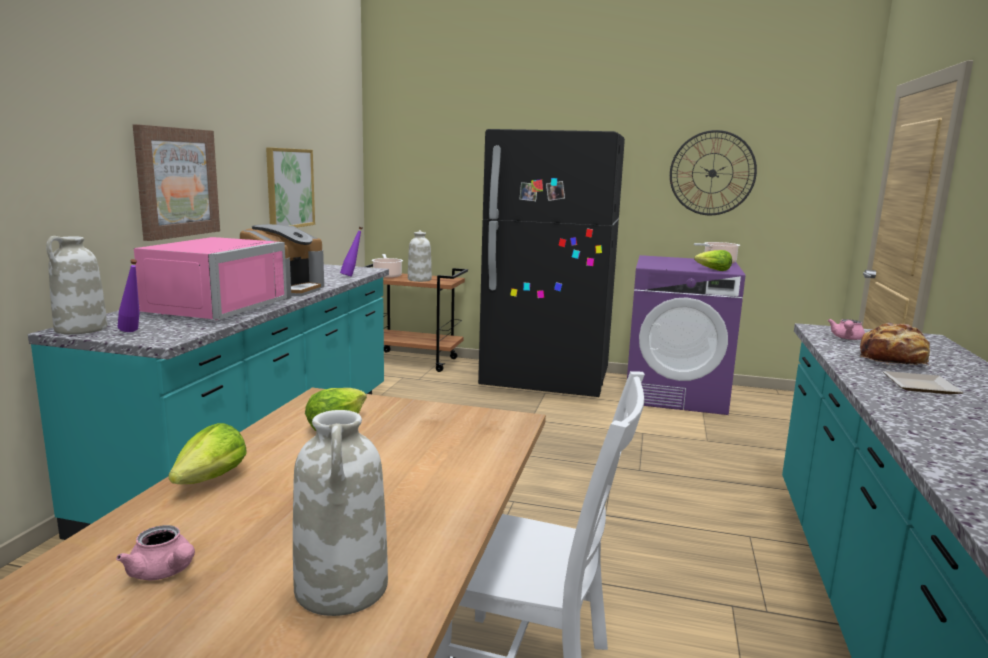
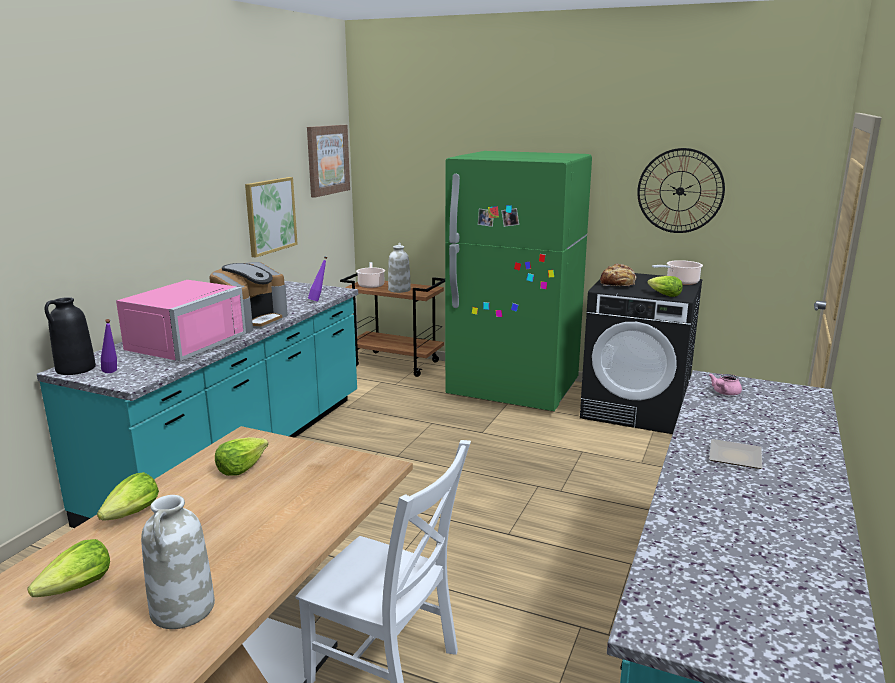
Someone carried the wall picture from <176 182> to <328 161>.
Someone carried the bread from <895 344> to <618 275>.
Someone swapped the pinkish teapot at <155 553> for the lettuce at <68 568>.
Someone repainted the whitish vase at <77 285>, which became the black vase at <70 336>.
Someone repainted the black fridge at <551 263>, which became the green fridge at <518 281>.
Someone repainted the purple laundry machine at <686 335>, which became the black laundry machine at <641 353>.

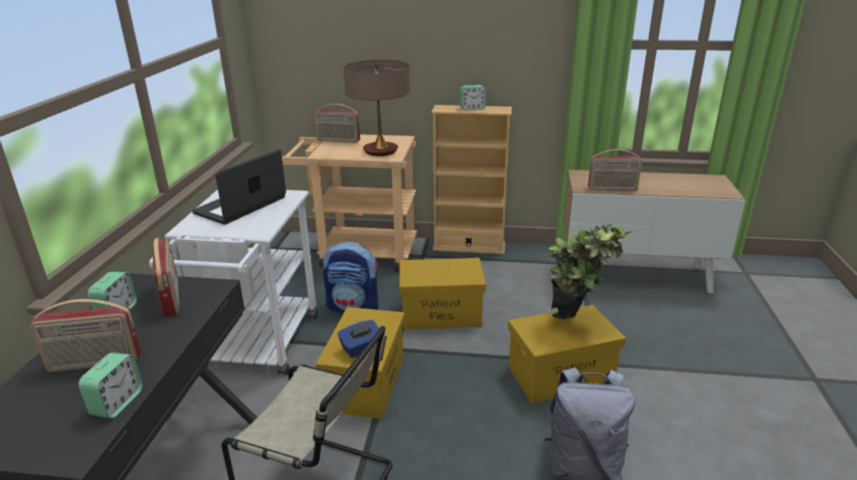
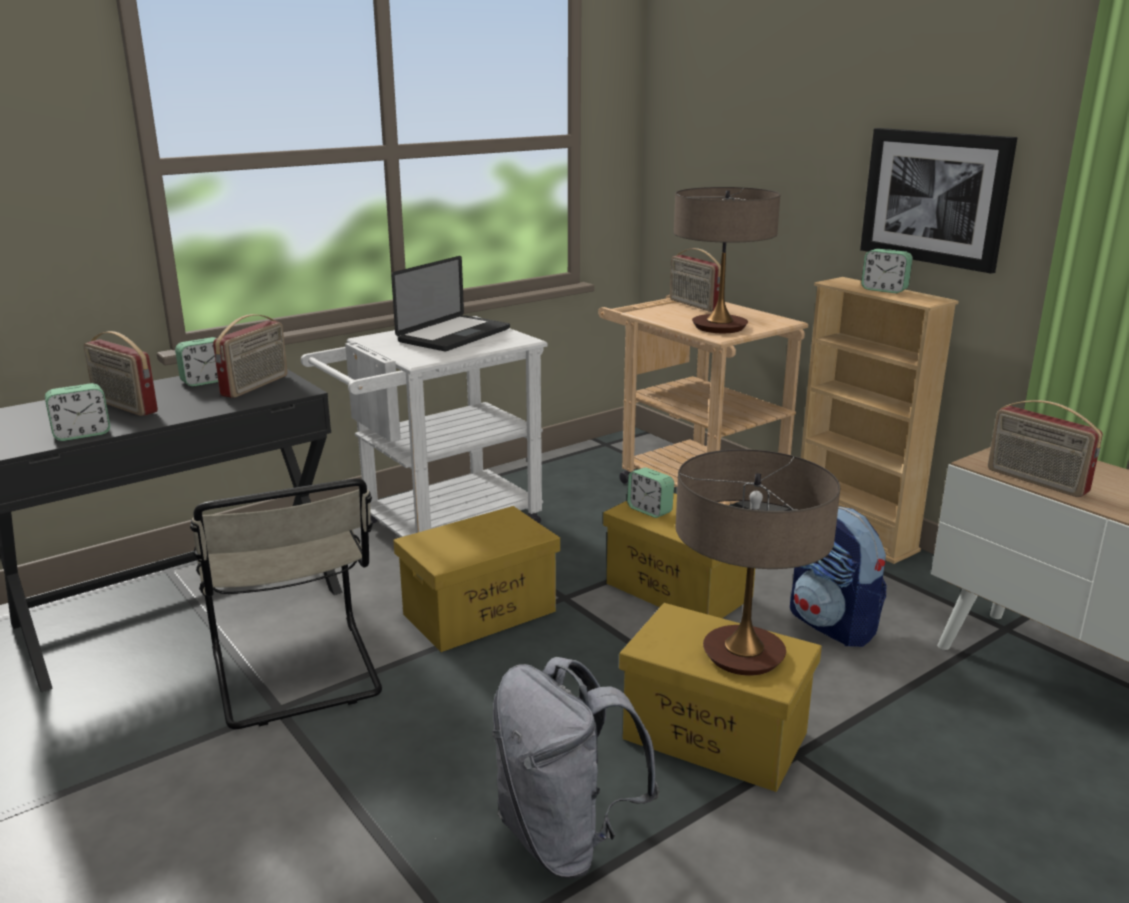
Someone took away the blue-coloured tissue box at <358 339>.
Someone put down the bedside clock at <650 492>.
Someone put up the wall picture at <938 201>.
Someone carried the backpack from <350 277> to <838 576>.
Someone swapped the houseplant at <590 271> for the table lamp at <758 562>.
Someone rotated the notebook computer at <239 186> by 135 degrees clockwise.

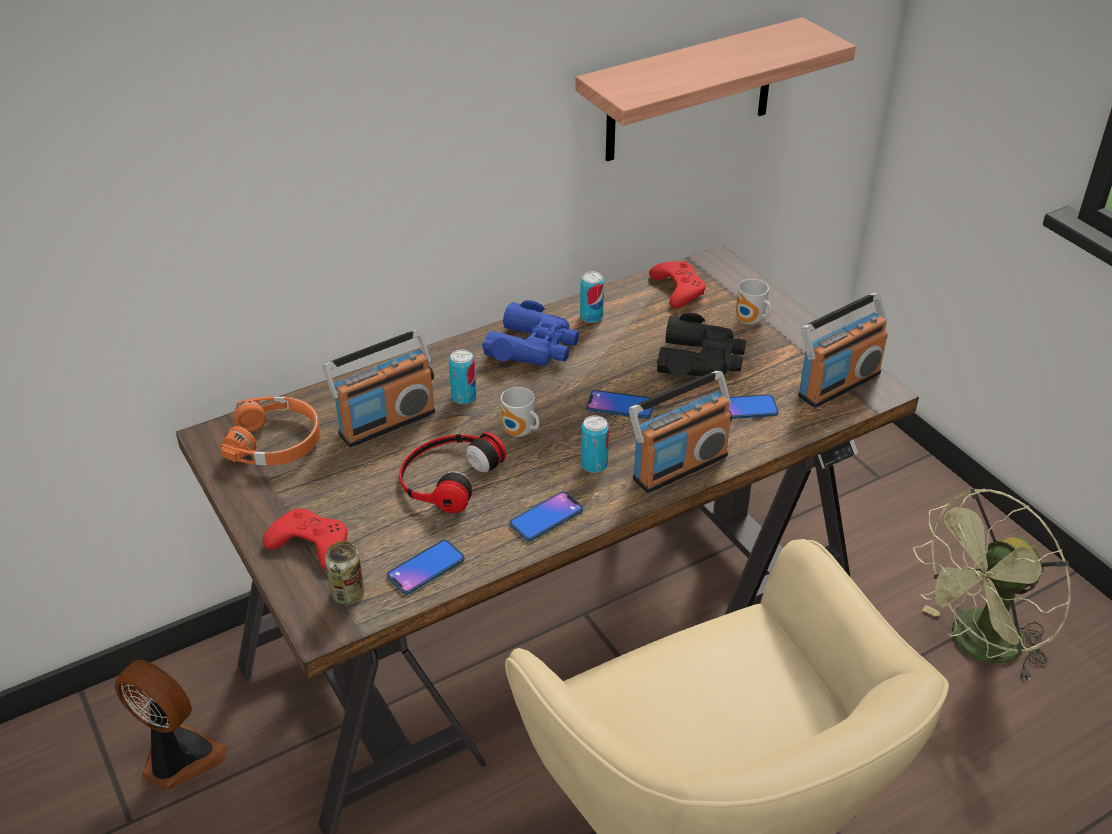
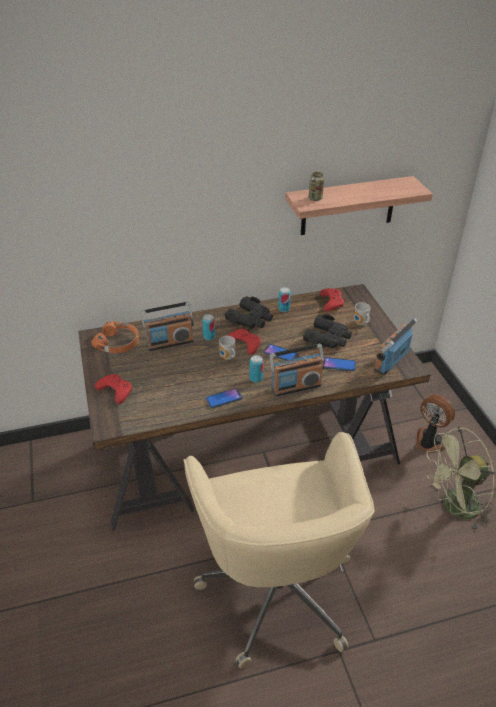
Someone took away the phone at <426 567>.
Someone took away the headset at <452 472>.
Someone put down the red-coloured game controller at <244 342>.
Someone carried the fan from <171 725> to <435 423>.
Someone carried the metal can from <344 573> to <316 186>.
Someone repainted the blue-coloured field glasses at <530 333>, which became the black field glasses at <248 312>.
Someone rotated the radio receiver at <842 350> by 150 degrees clockwise.

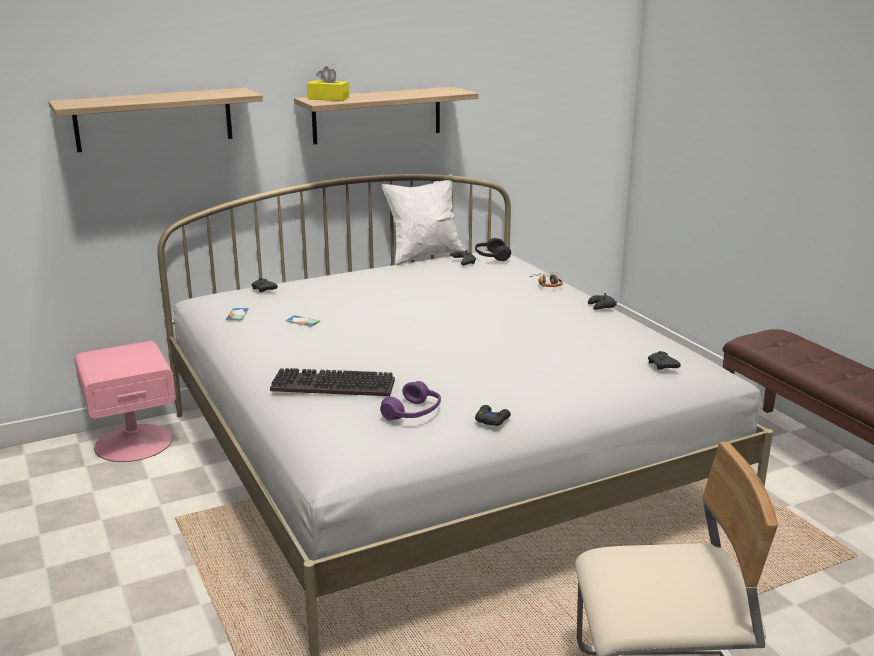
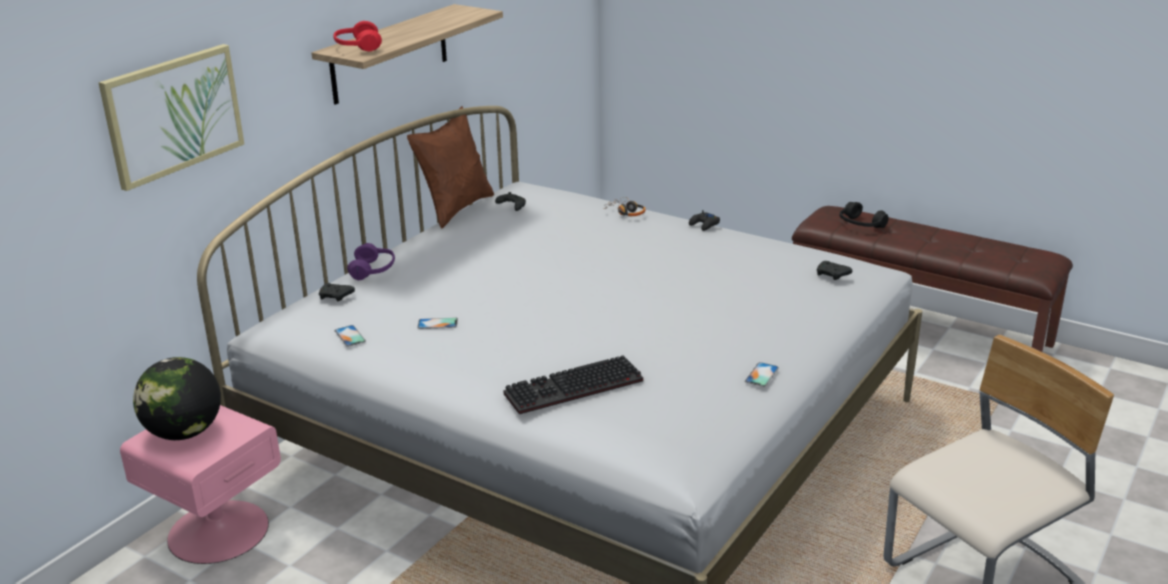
Someone put down the desk globe at <177 398>.
Someone carried the purple headset from <410 401> to <371 261>.
Someone carried the black headset from <493 250> to <864 215>.
Someone swapped the wall shelf at <155 120> for the wall picture at <171 117>.
Someone swapped the yellow tissue box at <328 83> for the red-coloured headset at <357 36>.
Someone swapped the black game controller at <493 415> for the phone at <762 374>.
Someone repainted the whitish cushion at <423 220>, which became the brown cushion at <450 167>.

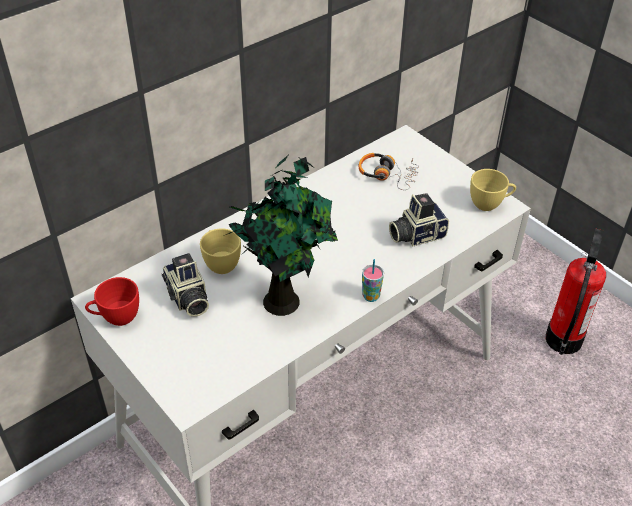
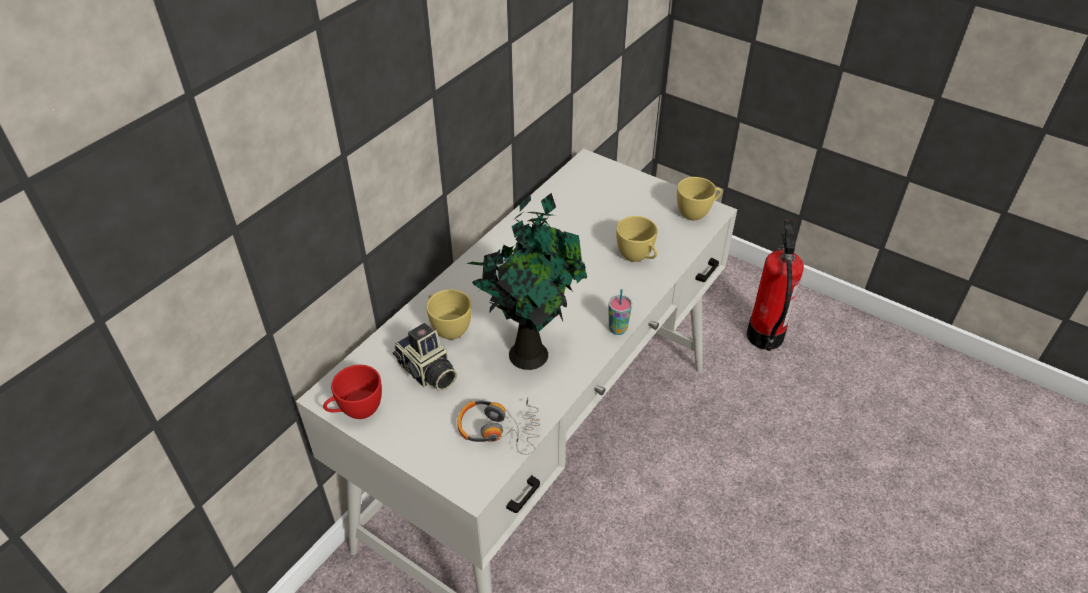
Someone carried the headset from <388 171> to <498 426>.
Someone swapped the still camera at <419 220> for the yellow cup at <636 239>.

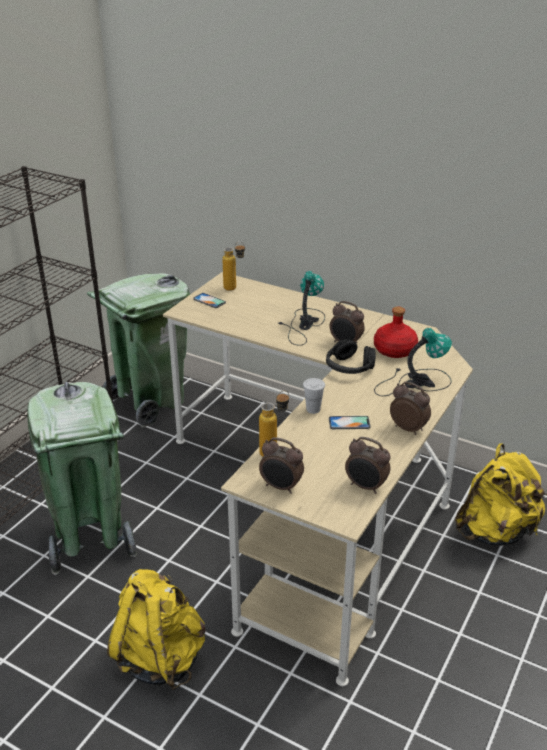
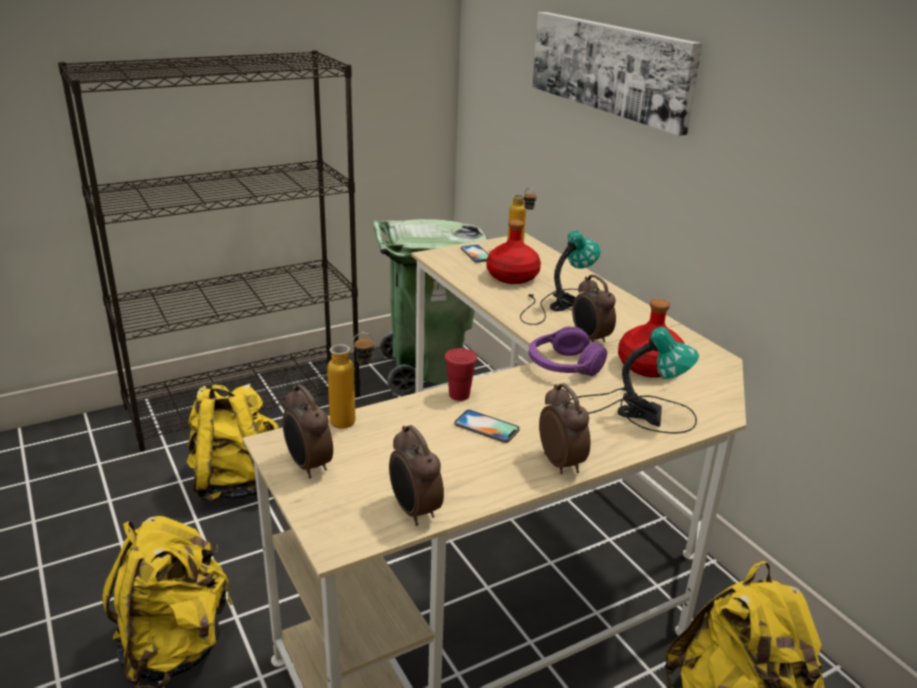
Someone put down the red-coloured bottle at <514 252>.
Someone put up the wall picture at <617 74>.
Someone swapped the green trash can at <82 478> for the yellow backpack at <233 443>.
Someone repainted the whitish cup at <314 396>, which became the red-coloured cup at <460 374>.
Someone repainted the black headset at <351 356>, which became the purple headset at <568 351>.

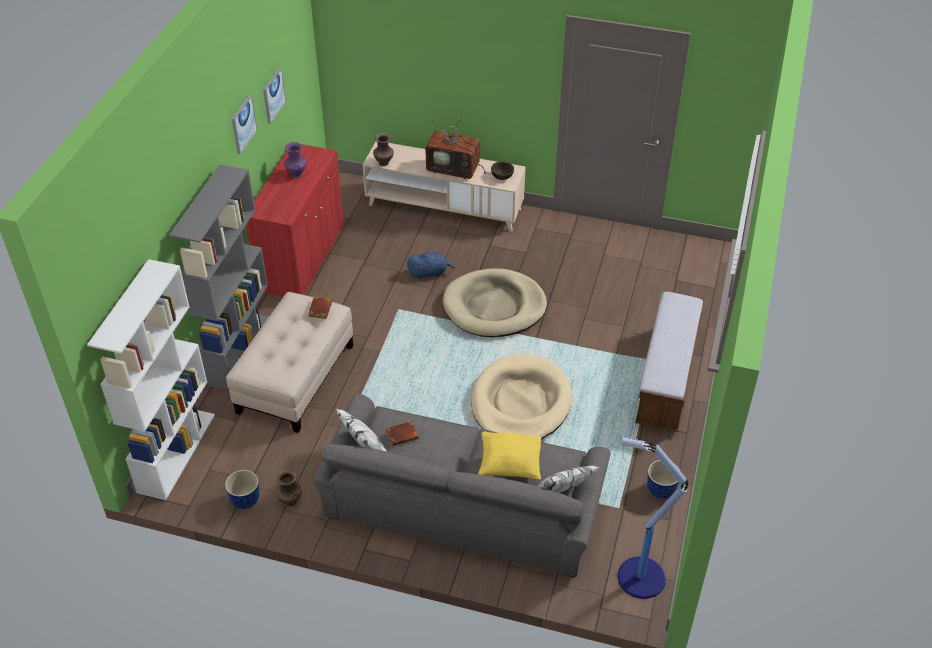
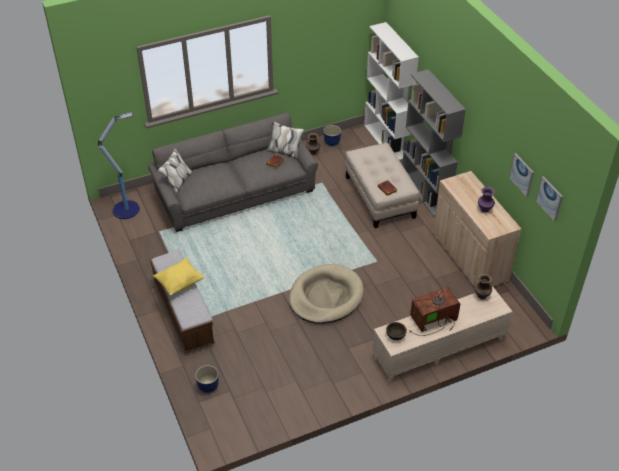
Someone took away the blue-coloured plush toy at <431 265>.
Someone took away the beige-coloured pet bed at <521 396>.
Someone carried the wall picture from <244 124> to <549 198>.
Someone carried the yellow cushion from <509 455> to <178 276>.
Someone carried the planter from <664 479> to <207 379>.
Someone repainted the red-coloured storage cabinet at <295 220>, which became the beige-coloured storage cabinet at <477 229>.

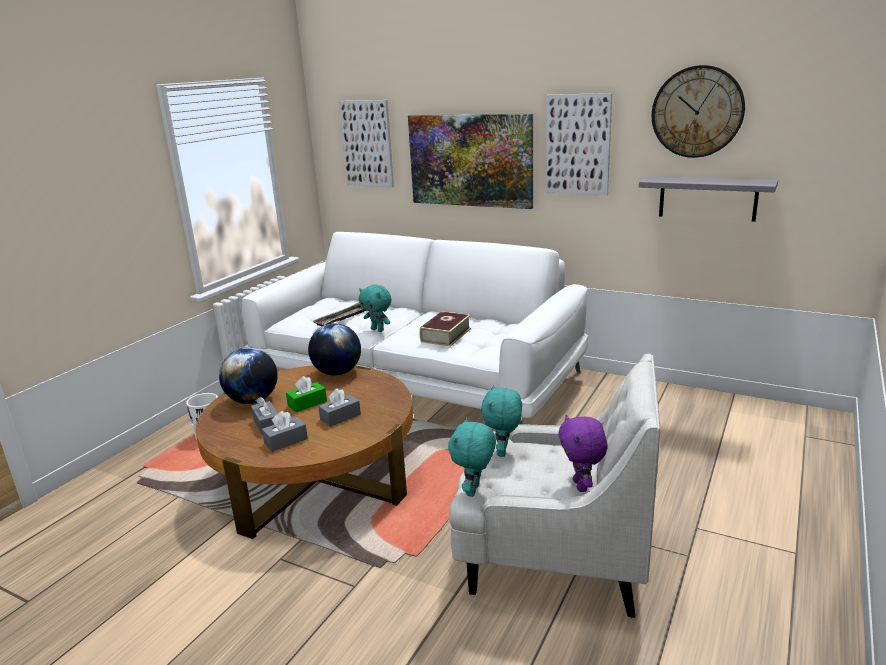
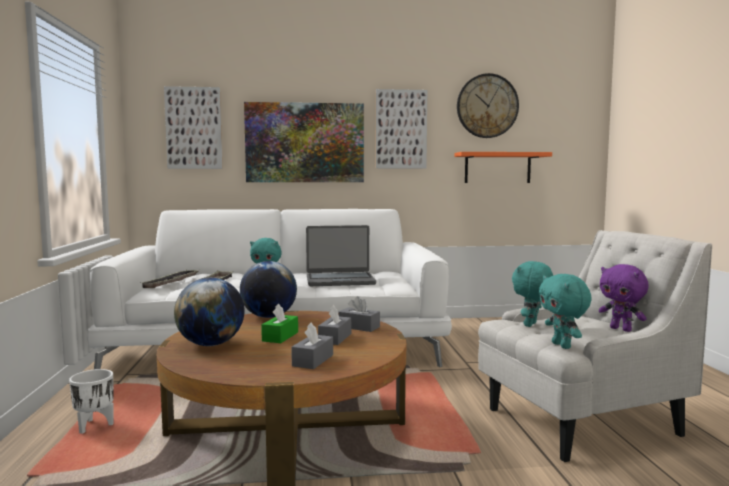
Someone put down the carrying tray at <170 279>.
Someone carried the grey tissue box from <264 416> to <359 314>.
Someone swapped the volume at <445 329> for the notebook computer at <341 255>.
Someone repainted the grey wall shelf at <708 199>, which became the orange-coloured wall shelf at <503 167>.
Someone rotated the turquoise plush toy at <501 421> by 60 degrees clockwise.

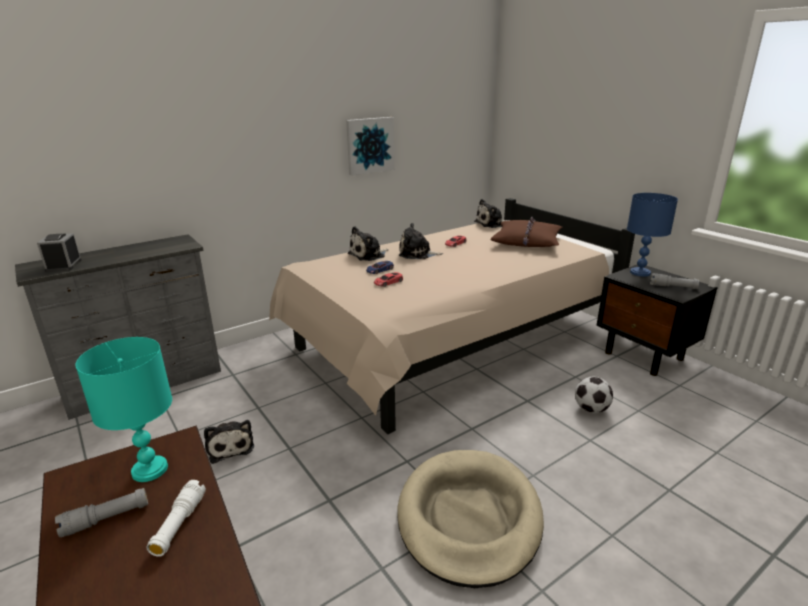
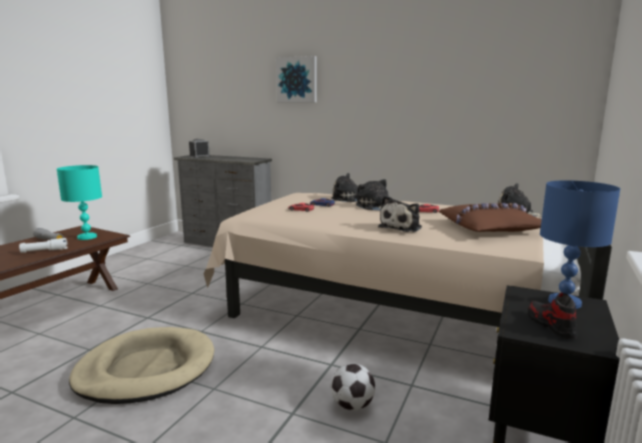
Someone carried the plush toy from <229 442> to <400 213>.
Someone carried the wall picture from <370 146> to <296 79>.
Someone swapped the grey torch at <674 281> for the item of footwear at <553 316>.

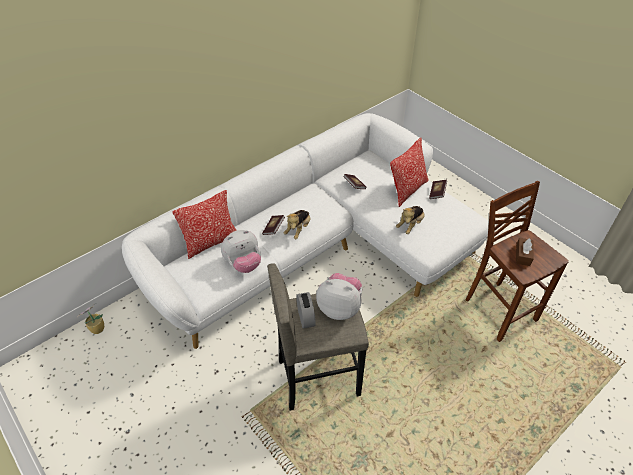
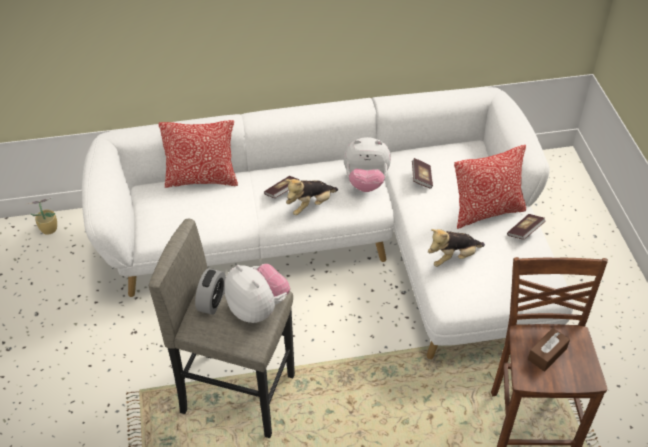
Someone carried the plush toy from <241 251> to <367 164>.

